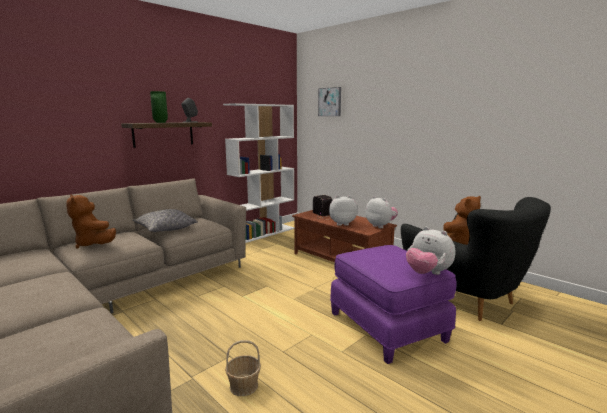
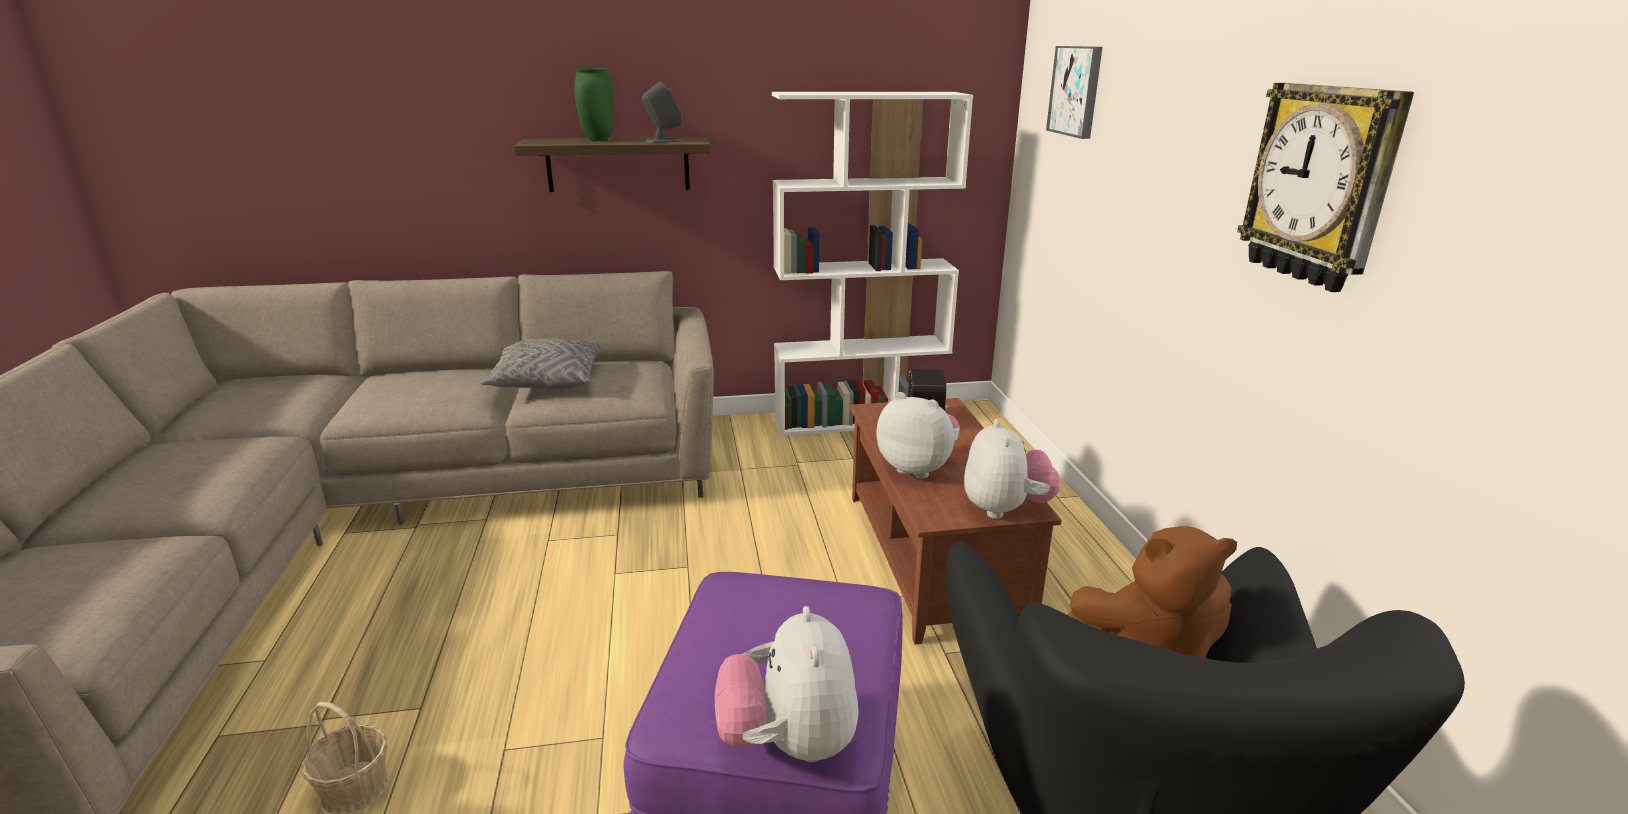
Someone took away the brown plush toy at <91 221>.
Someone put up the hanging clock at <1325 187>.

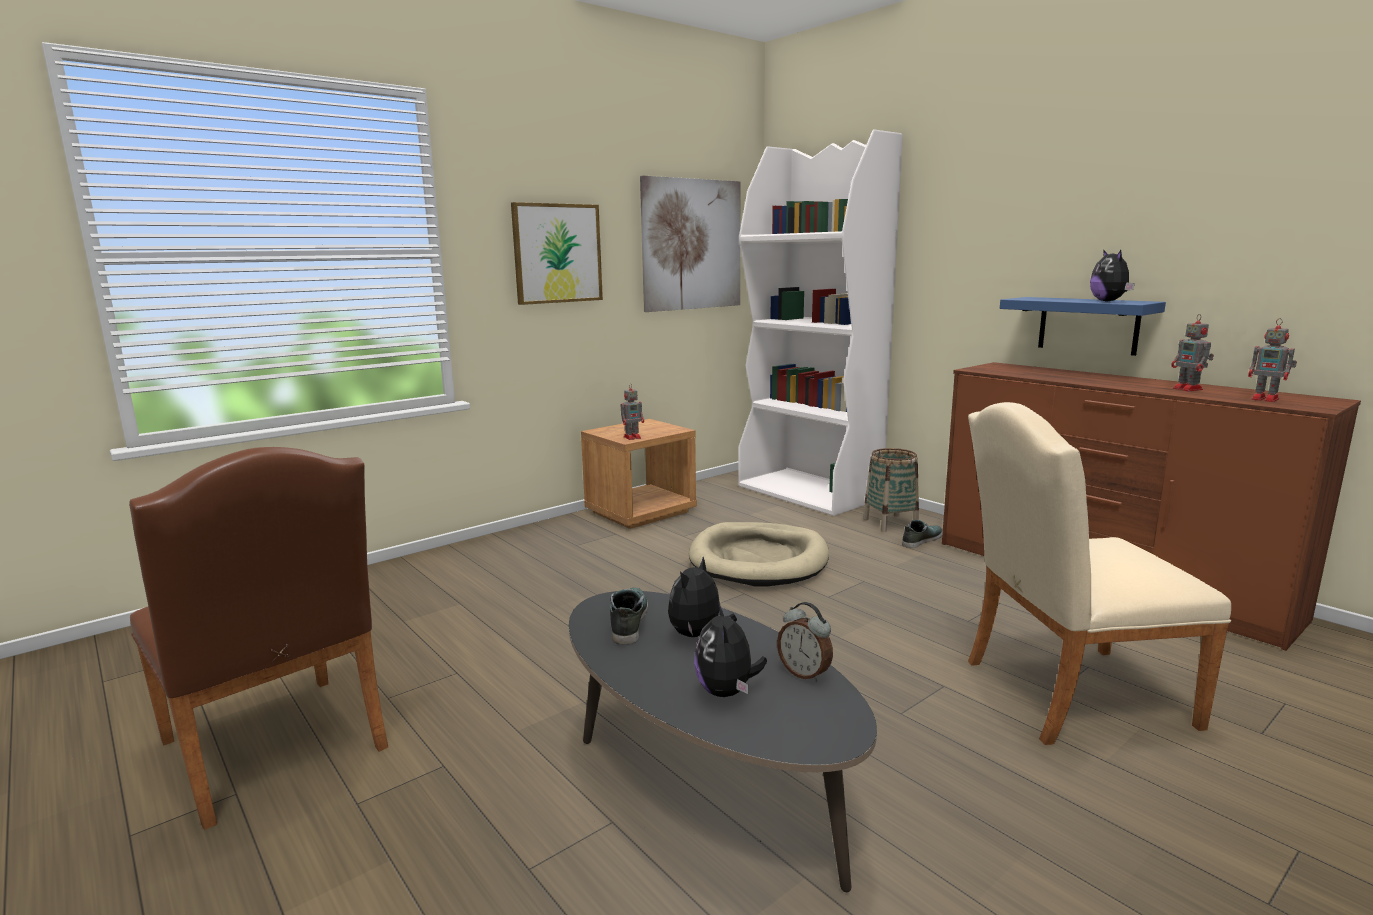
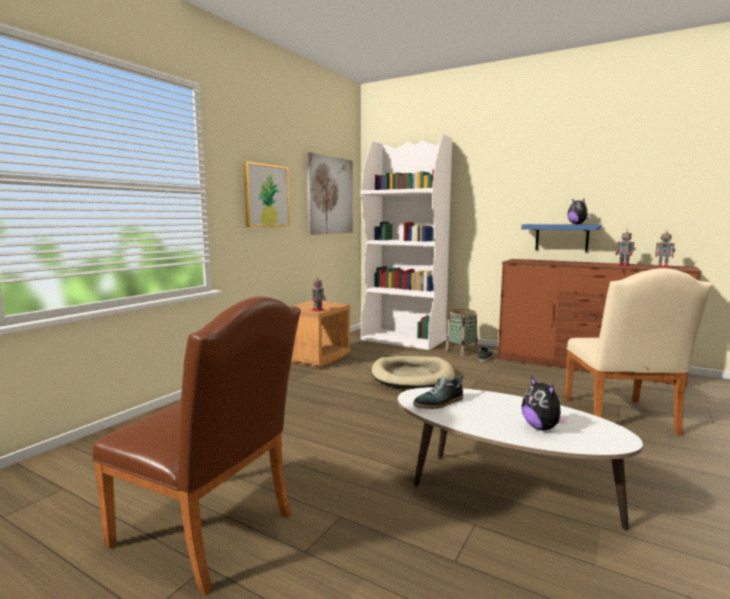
Someone took away the plush toy at <702 597>.
Someone took away the bedside clock at <805 642>.
Someone repainted the black coffee table at <723 741>, which became the whitish coffee table at <520 458>.
Someone rotated the item of footwear at <629 616> by 105 degrees counterclockwise.
Someone rotated the beige-coloured chair at <1099 573> by 60 degrees counterclockwise.

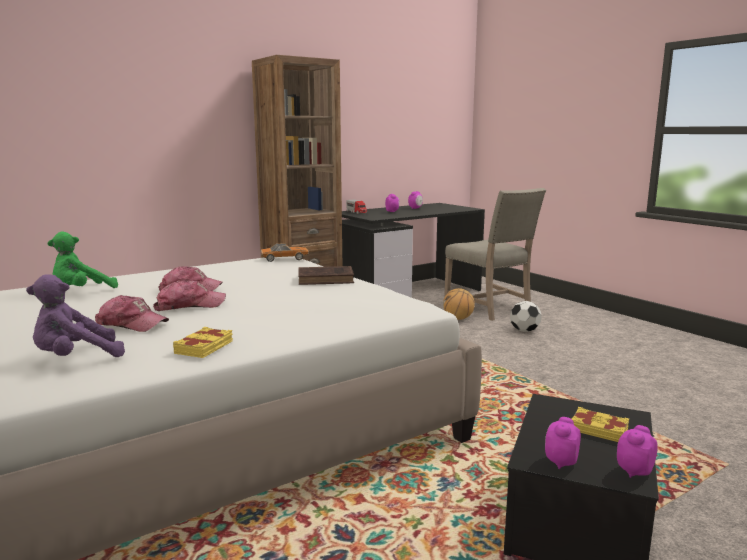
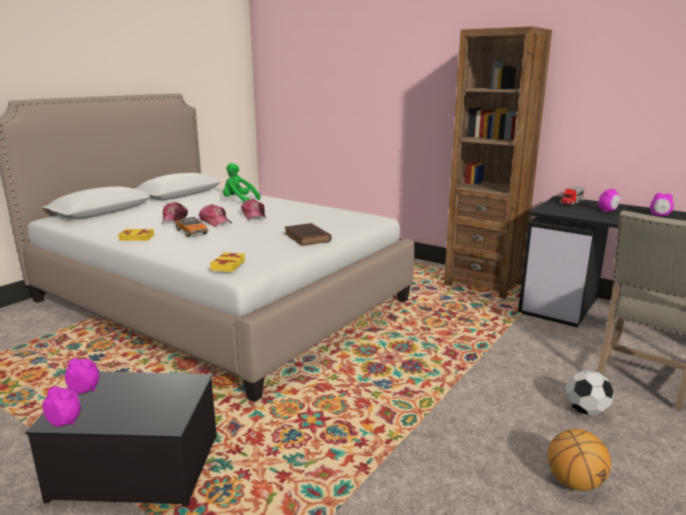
Someone took away the purple plush toy at <75 315>.
Someone carried the miniature car from <285 252> to <191 227>.
Someone carried the basketball ball from <459 304> to <579 460>.
Someone carried the yellow volume from <600 424> to <227 262>.

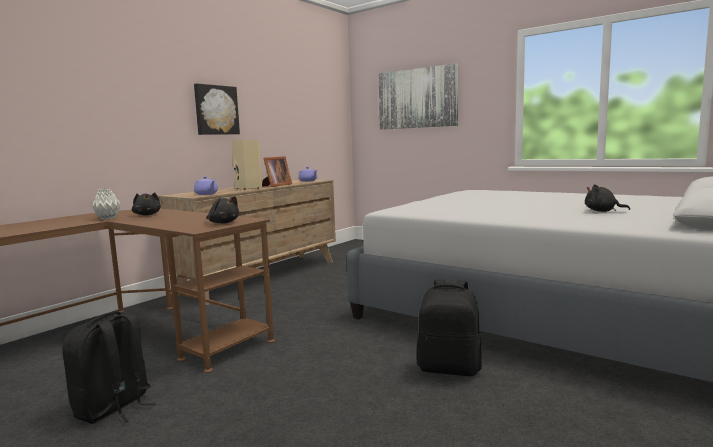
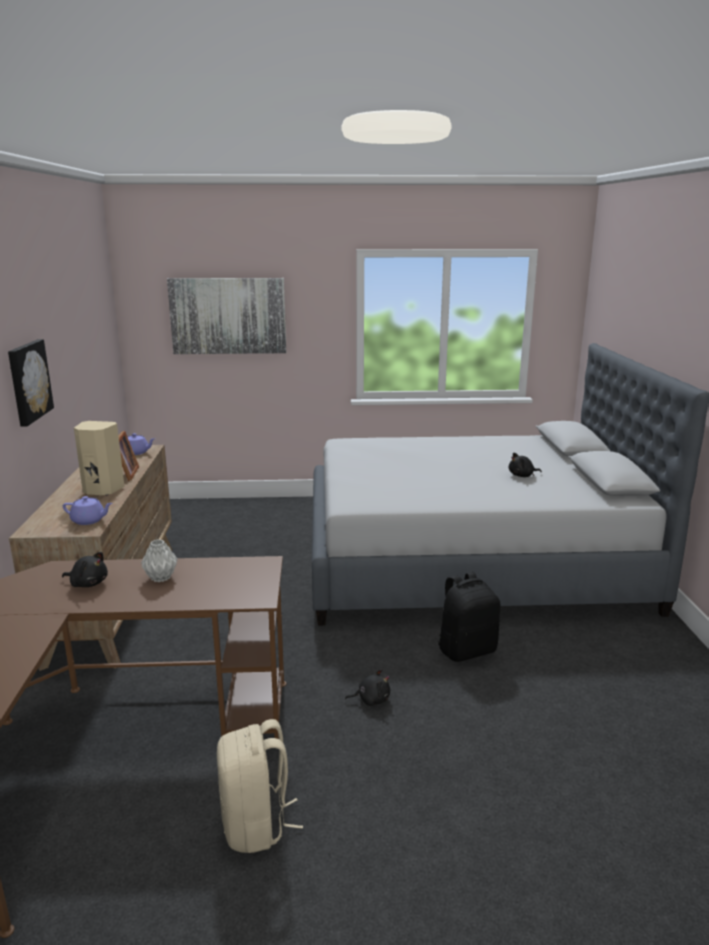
Someone carried the grey vase from <106 204> to <159 560>.
Someone carried the black plush toy from <223 210> to <367 687>.
Someone repainted the black backpack at <109 368>, which became the beige-coloured backpack at <260 786>.

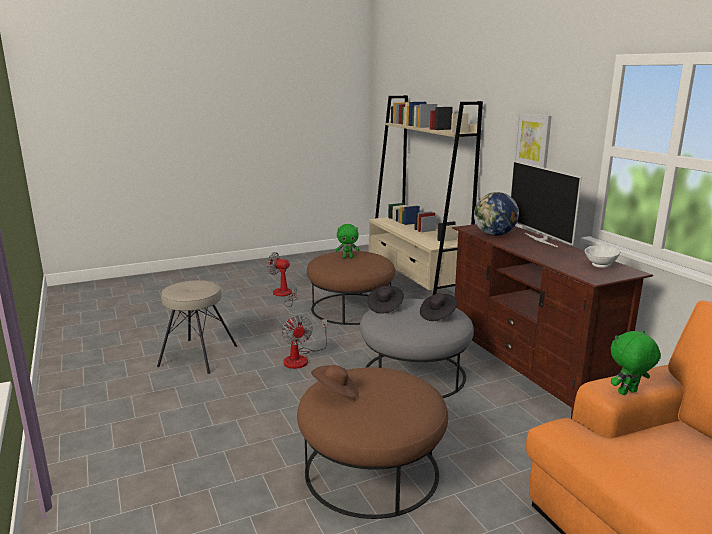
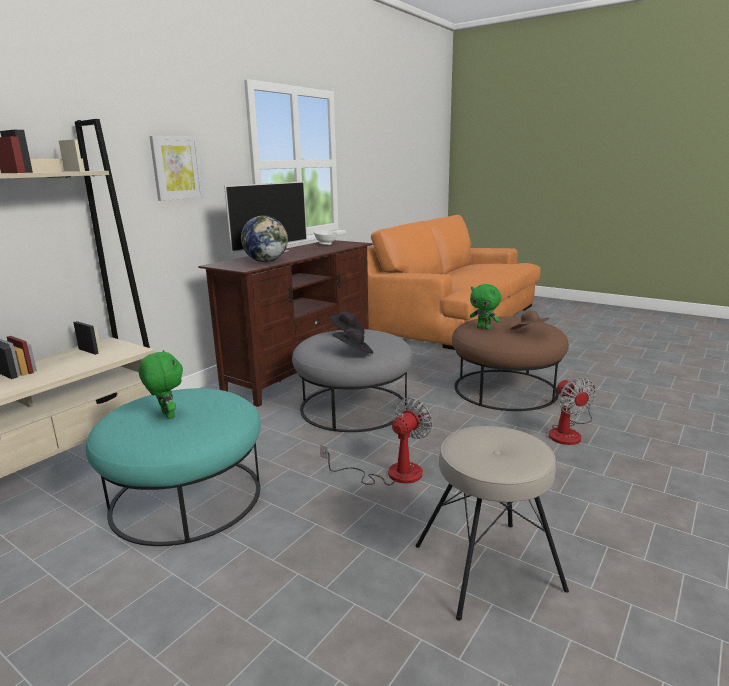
Someone carried the fan from <282 279> to <572 411>.
Someone carried the green plush toy from <636 362> to <485 307>.
Someone repainted the brown ottoman at <351 288>, which became the turquoise ottoman at <173 467>.

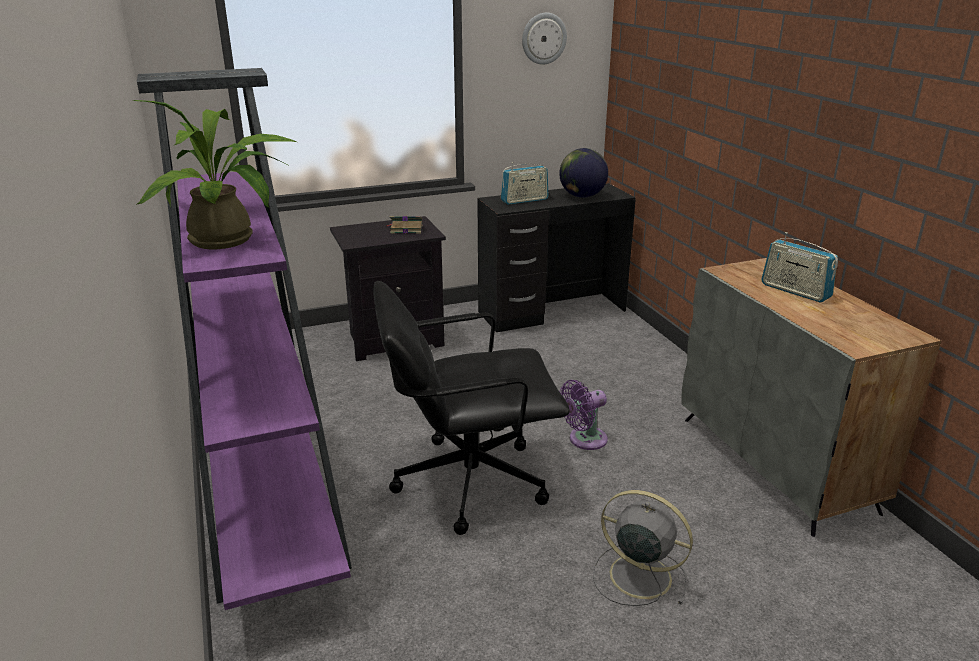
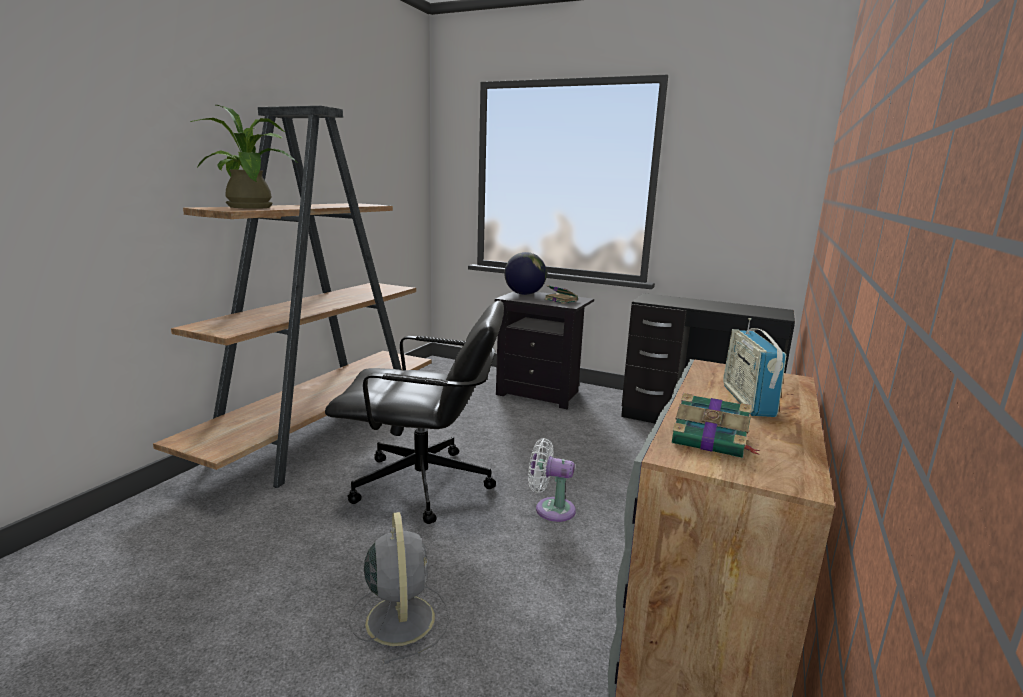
Someone took away the radio receiver at <525 183>.
Someone took away the hanging clock at <544 39>.
Someone put down the volume at <715 425>.
Someone carried the desk globe from <583 173> to <525 273>.
Someone repainted the purple shelving unit at <244 339>, which became the brown shelving unit at <292 297>.
Someone repainted the purple fan at <584 415>, which became the whitish fan at <552 480>.
Someone rotated the black desk chair at <471 408> by 150 degrees clockwise.

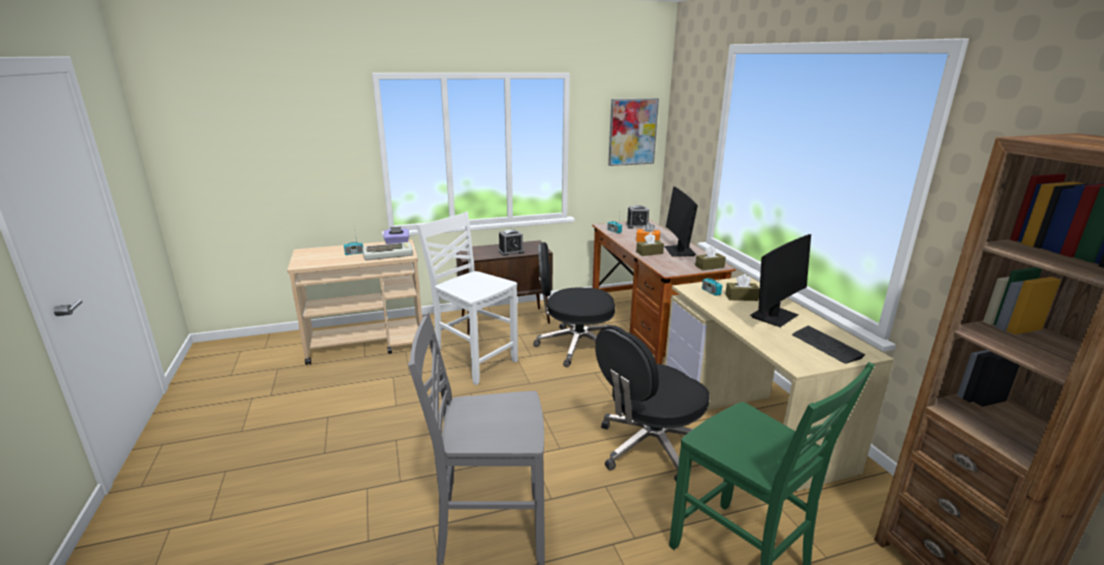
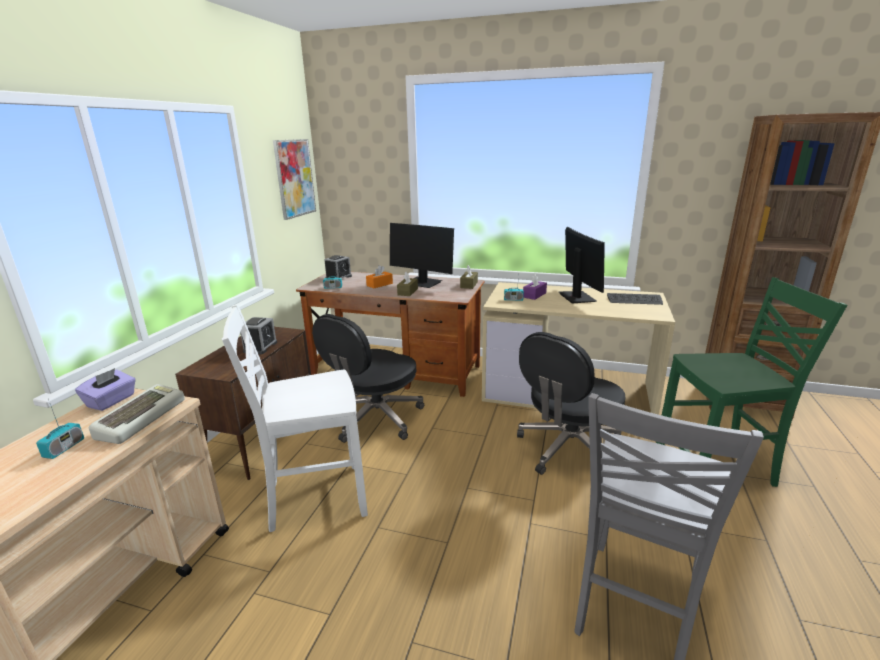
Someone repainted the brown tissue box at <742 287>, which became the purple tissue box at <535 287>.
Someone rotated the black desk chair at <652 403> by 45 degrees clockwise.

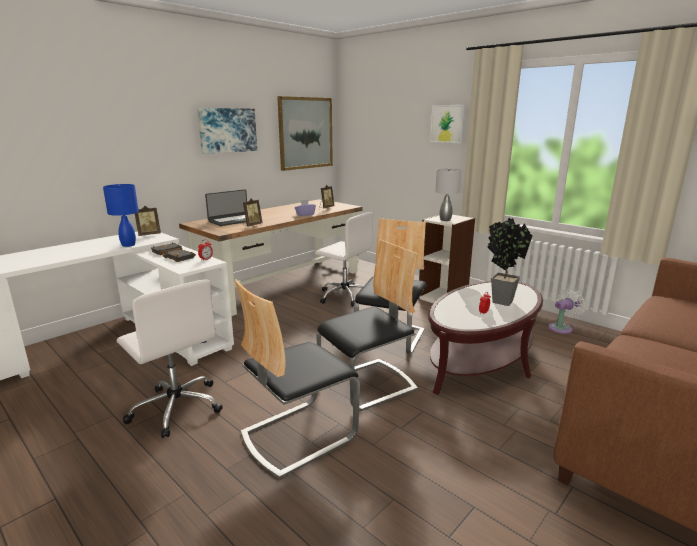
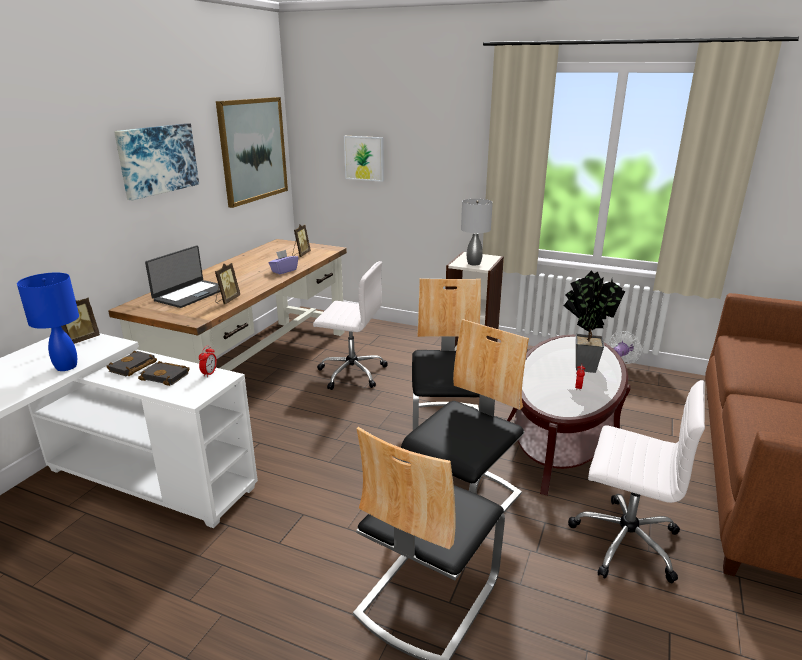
Someone carried the whitish desk chair from <170 359> to <636 481>.
Someone carried the wall picture from <447 124> to <364 159>.

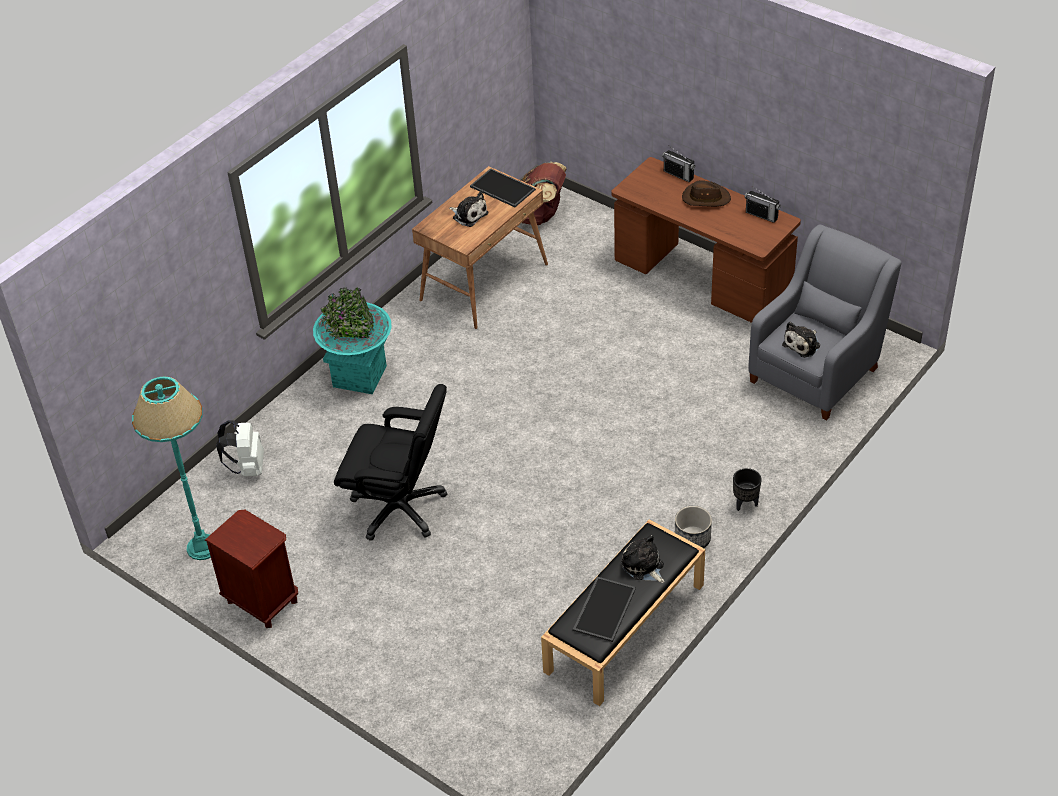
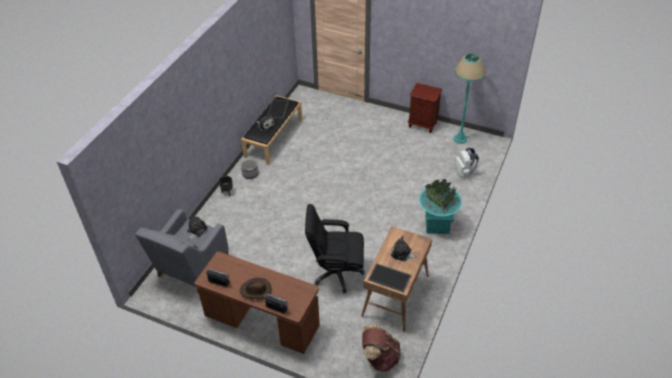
Someone carried the black desk chair from <390 462> to <335 248>.

